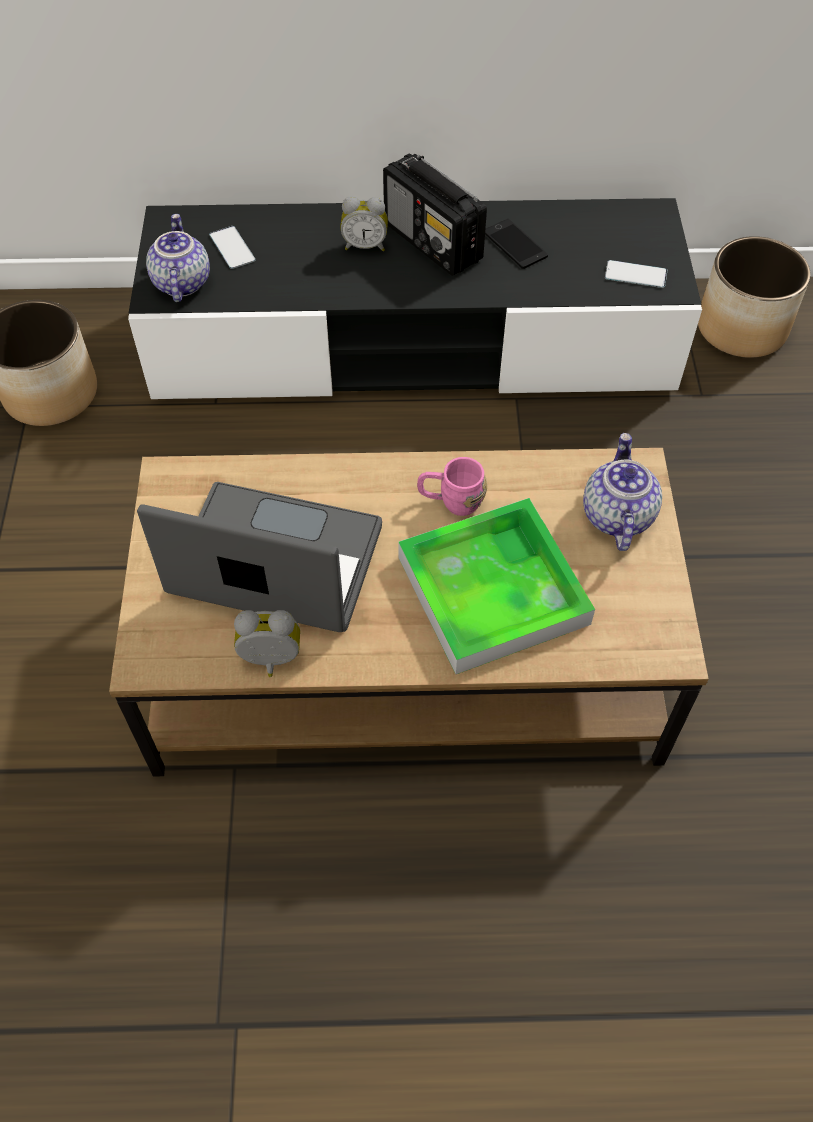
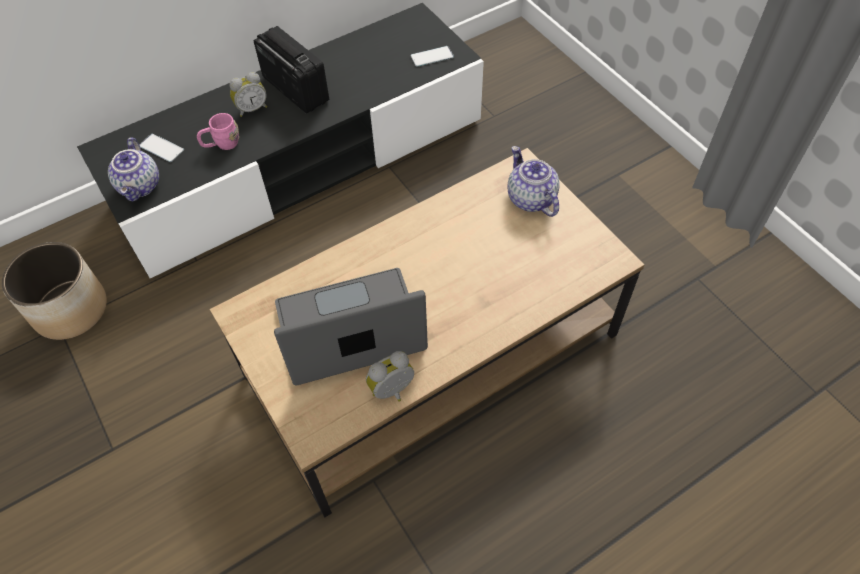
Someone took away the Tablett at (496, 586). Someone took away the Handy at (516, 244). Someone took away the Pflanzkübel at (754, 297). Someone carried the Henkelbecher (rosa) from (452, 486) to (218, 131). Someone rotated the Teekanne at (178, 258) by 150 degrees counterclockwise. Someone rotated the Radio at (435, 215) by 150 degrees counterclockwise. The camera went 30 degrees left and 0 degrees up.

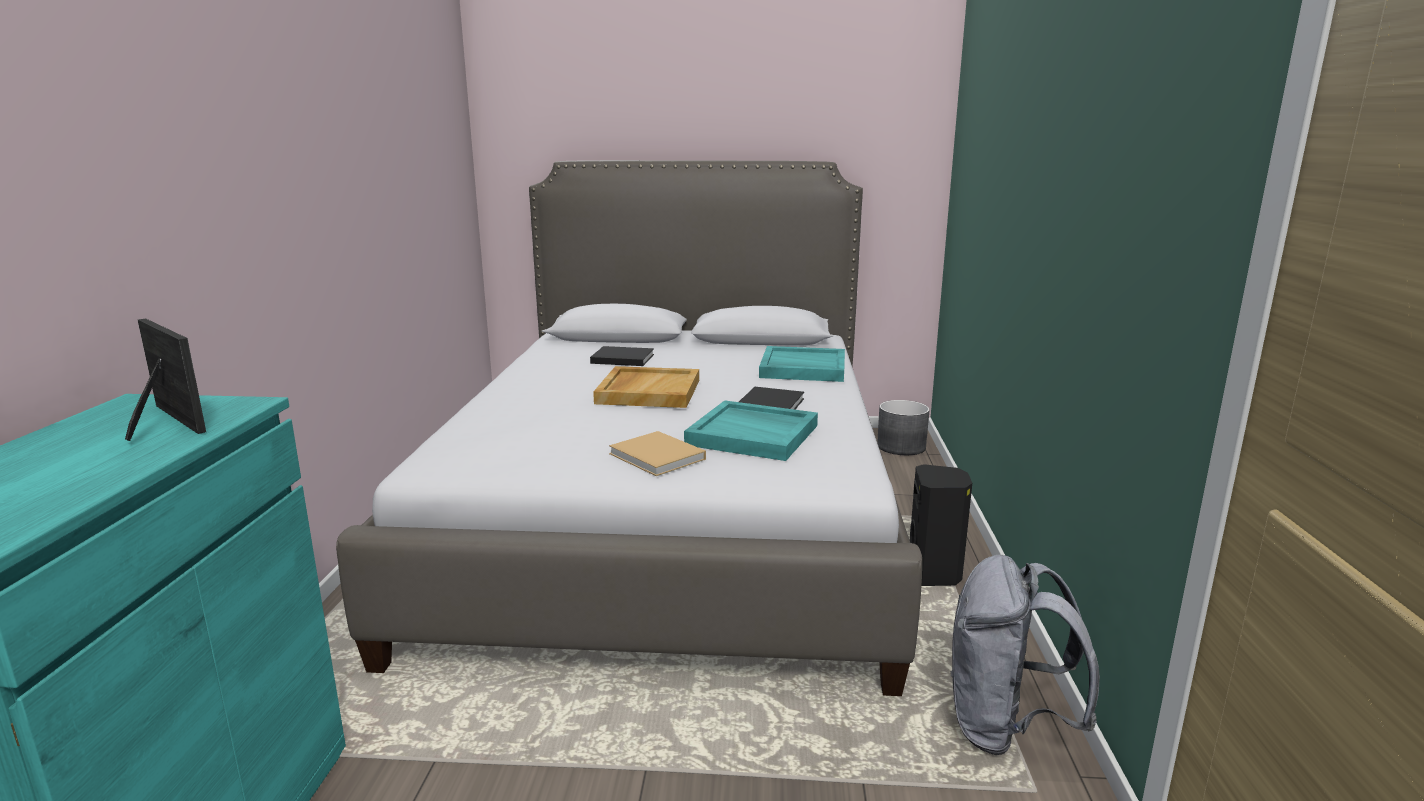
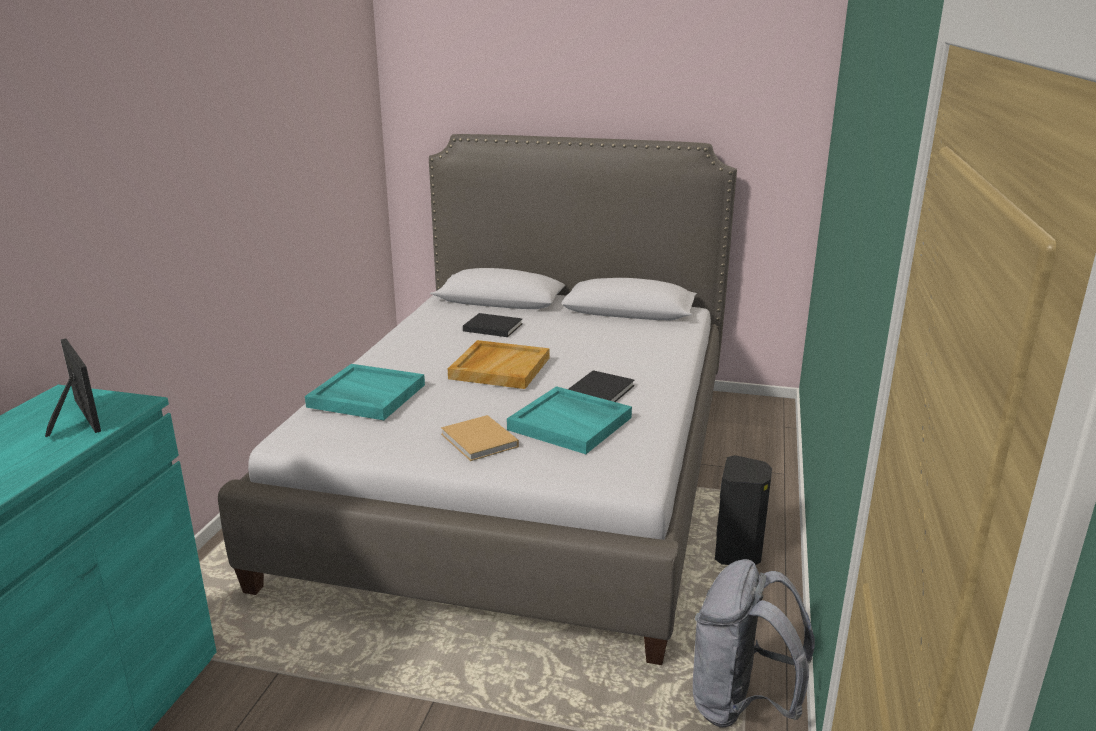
Someone took away the Pflanzkübel (grau) at (903, 427). Someone carried the Tablett (türkis) from (802, 364) to (365, 392). The camera went 10 degrees right and 5 degrees up.

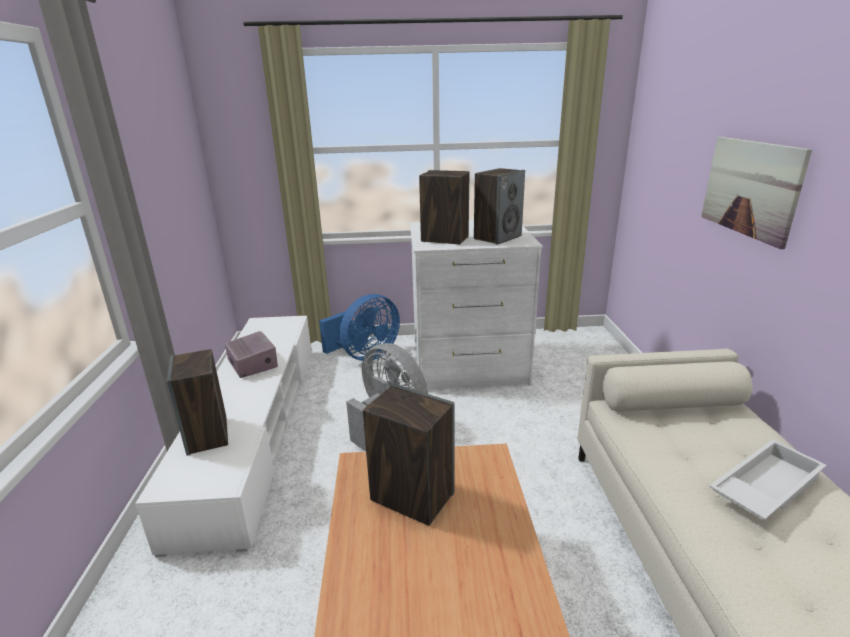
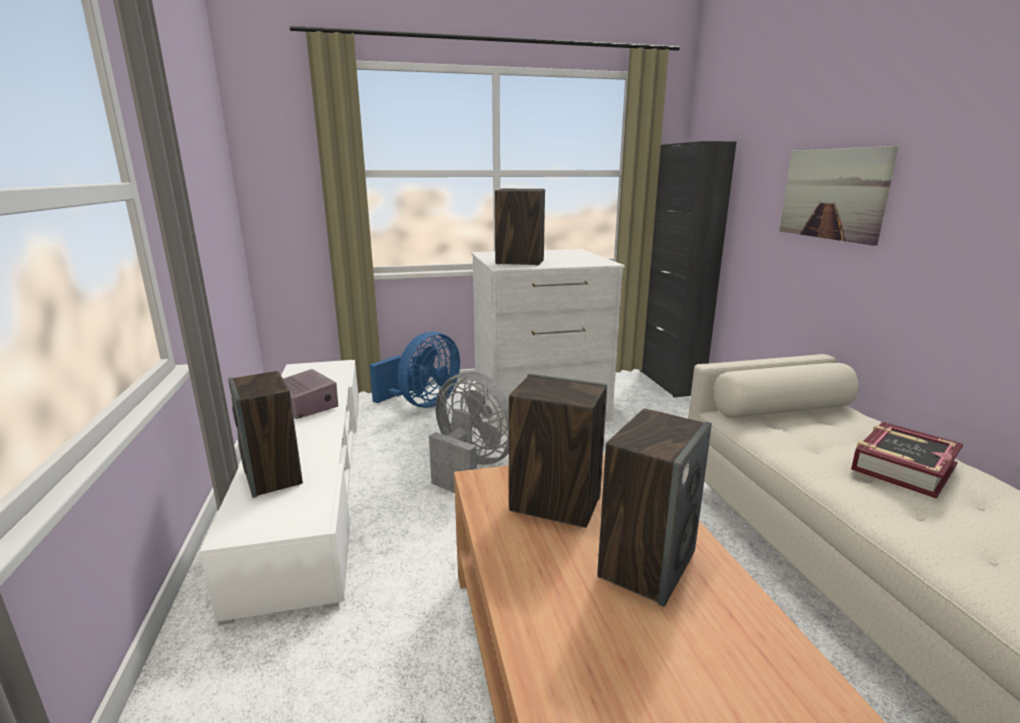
Someone put down the Schrank (schwarz) at (688, 269). Someone carried the Lautsprecher from (499, 206) to (654, 507). Someone swapped the Tablett (weiß) at (768, 479) for the Buch at (907, 460). The camera went 10 degrees left and 5 degrees down.

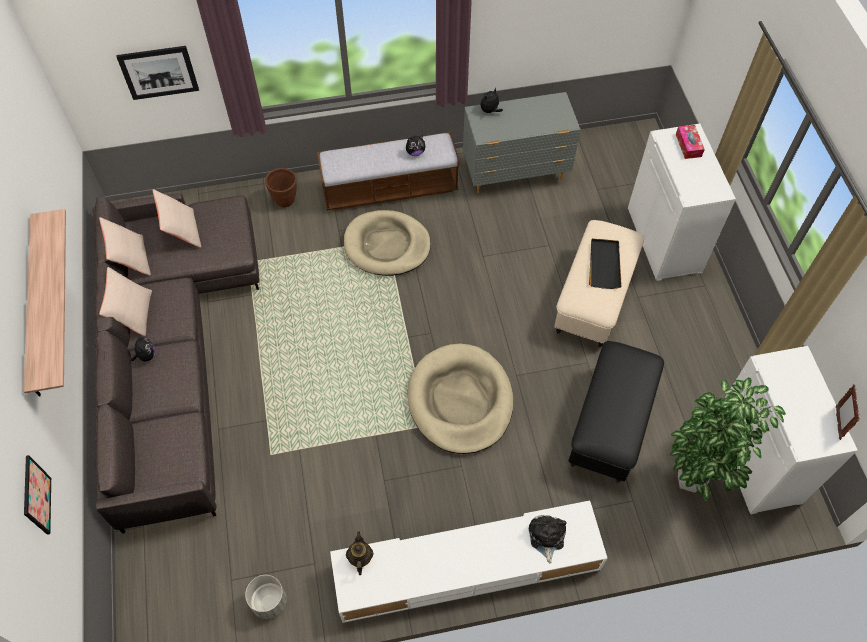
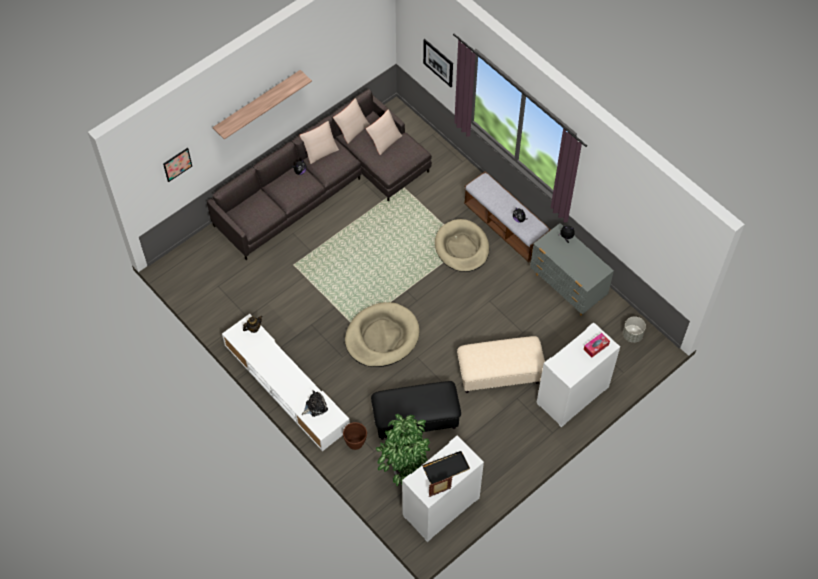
Someone carried the Pflanzkübel (grau) from (265, 597) to (634, 329). Someone carried the Pflanzkübel (braun) from (281, 187) to (355, 436). Someone carried the Tablett (schwarz) from (605, 264) to (446, 467). The camera went 60 degrees right and 0 degrees up.

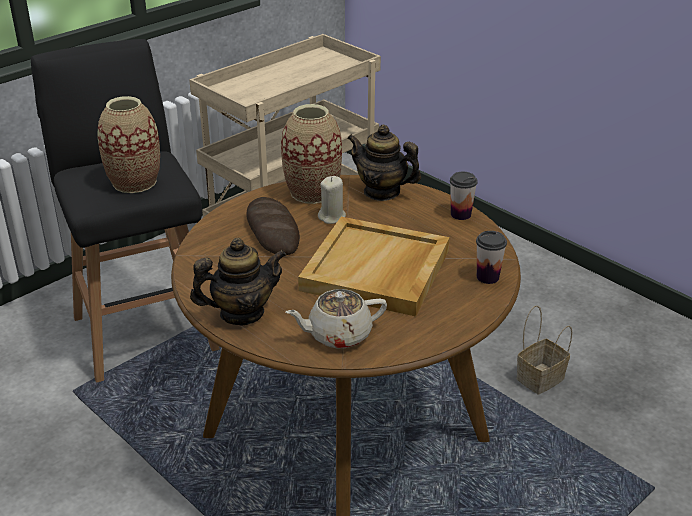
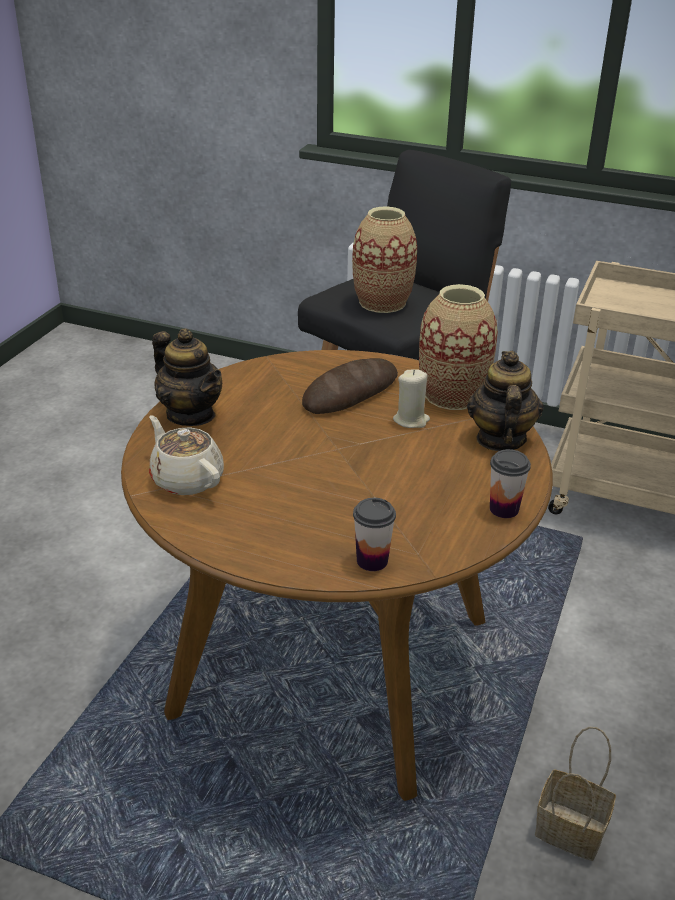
Someone took away the Tablett (beige) at (374, 267). The camera went 65 degrees right and 0 degrees up.

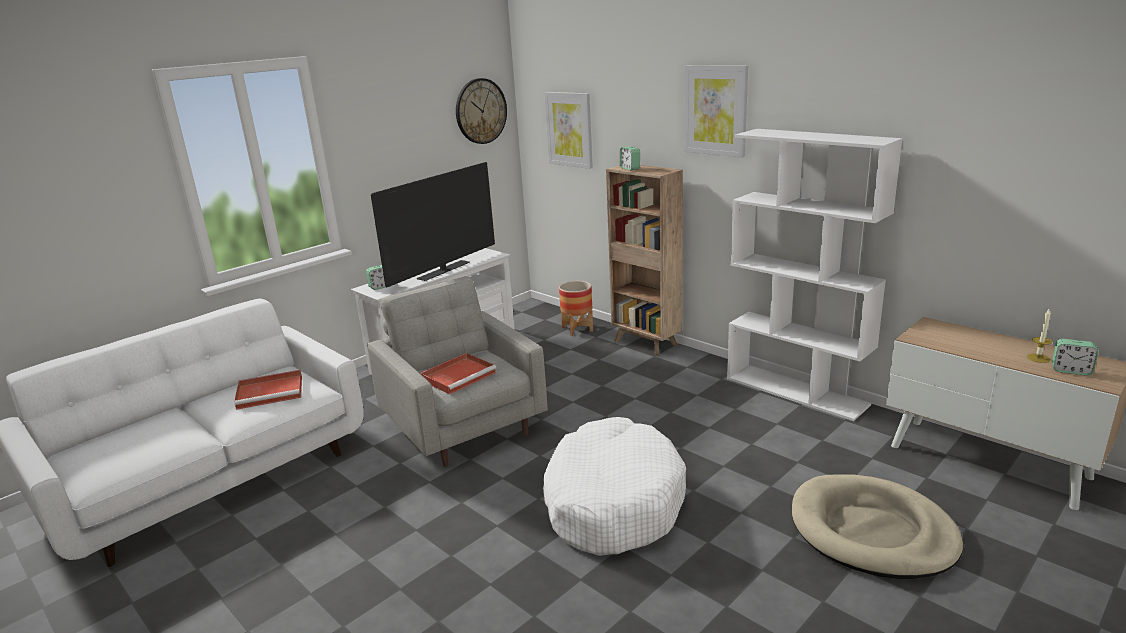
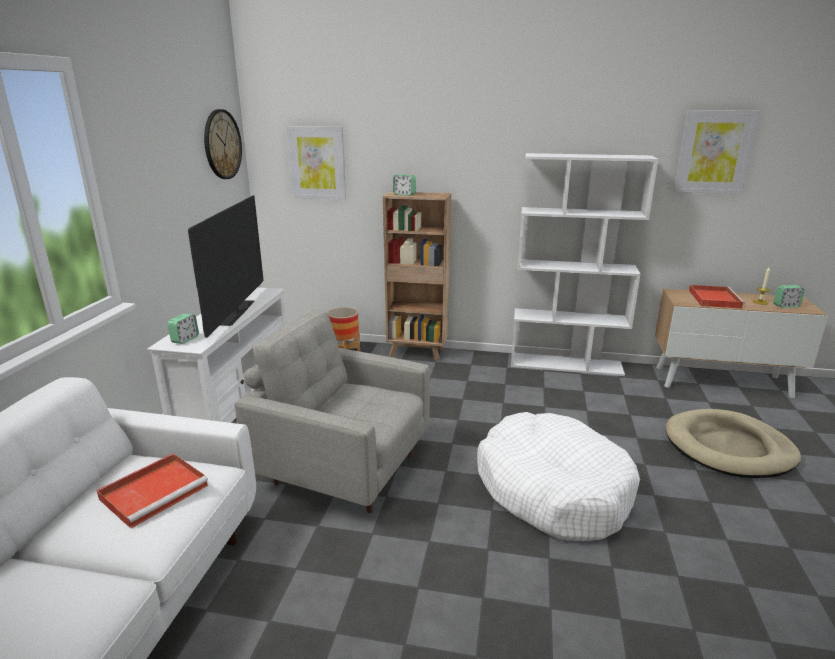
Someone carried the Tablett (rot) from (458, 374) to (717, 297). Someone carried the Bild from (716, 111) to (716, 152). The camera went 35 degrees left and 0 degrees up.

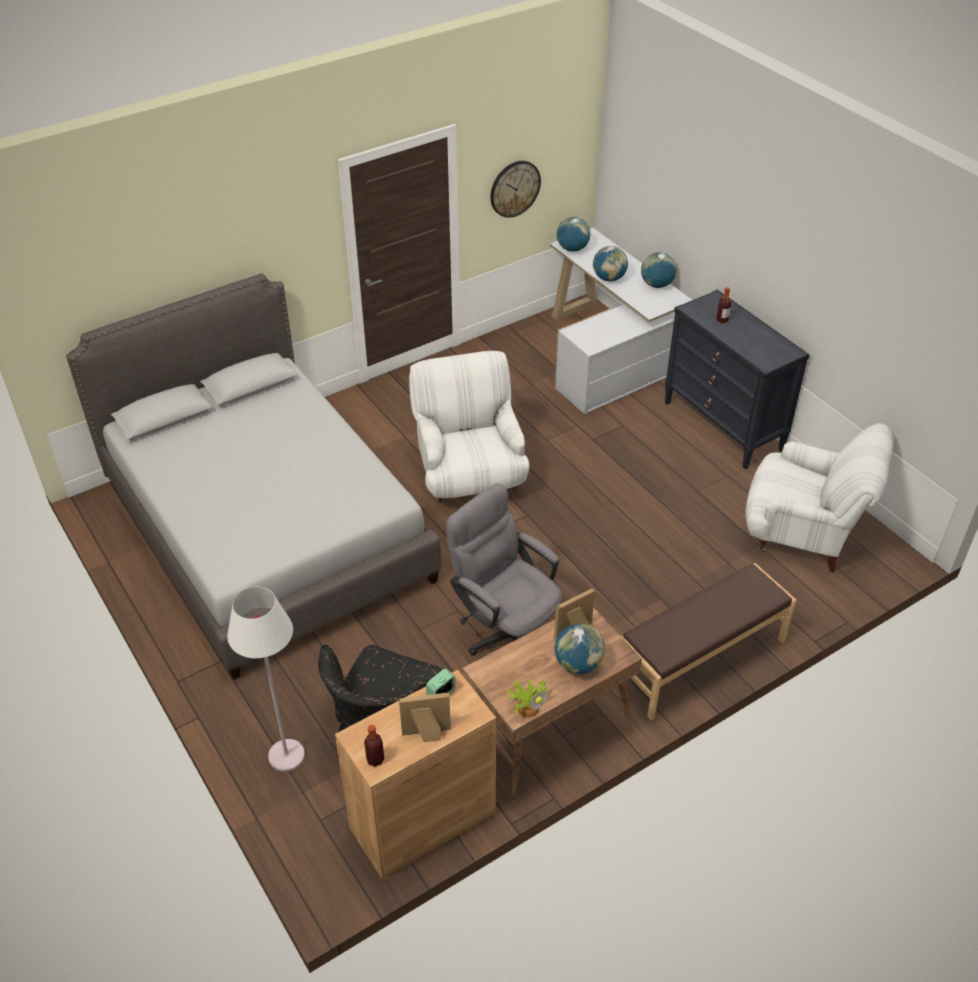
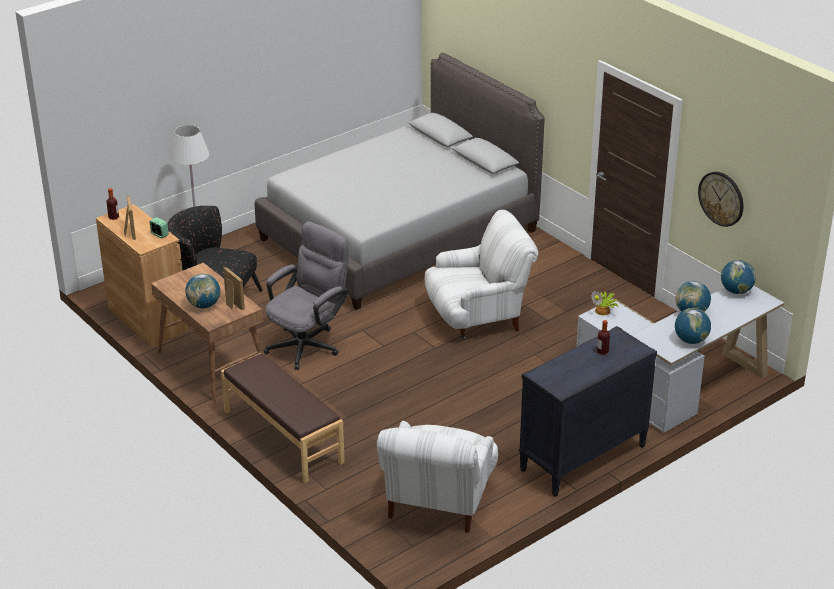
Someone carried the Topfpflanze from (526, 699) to (605, 303). The camera went 85 degrees right and 10 degrees down.

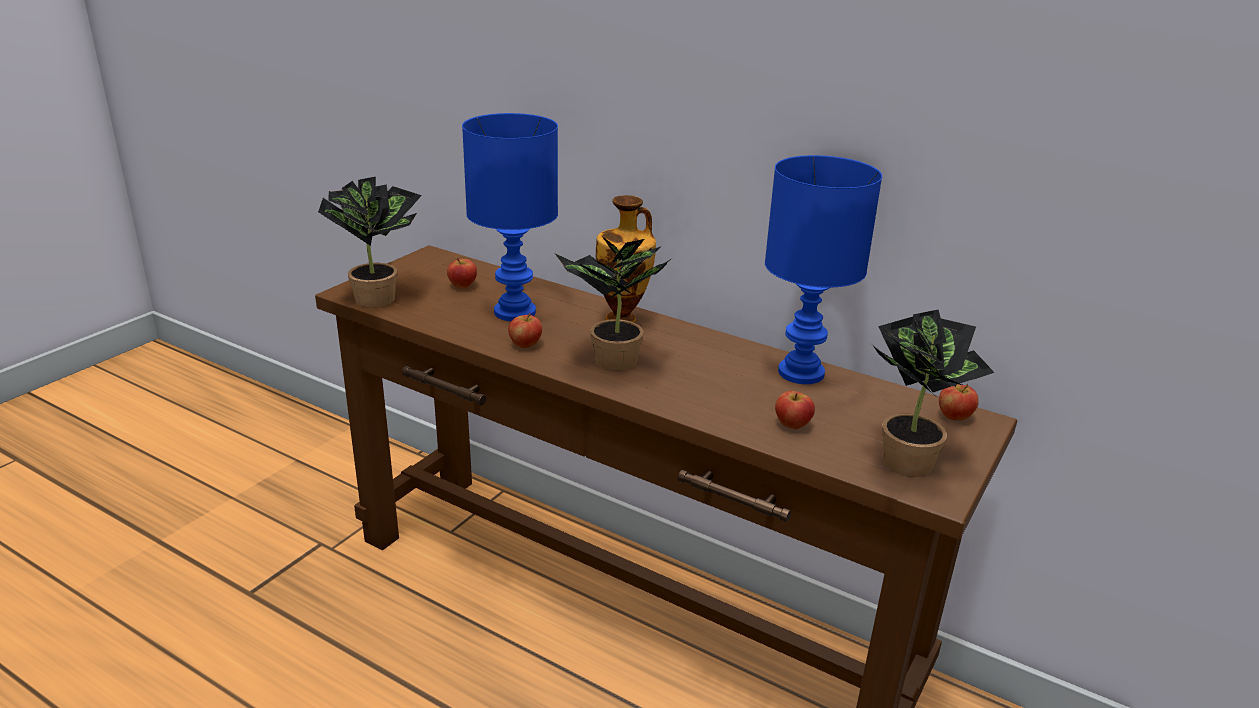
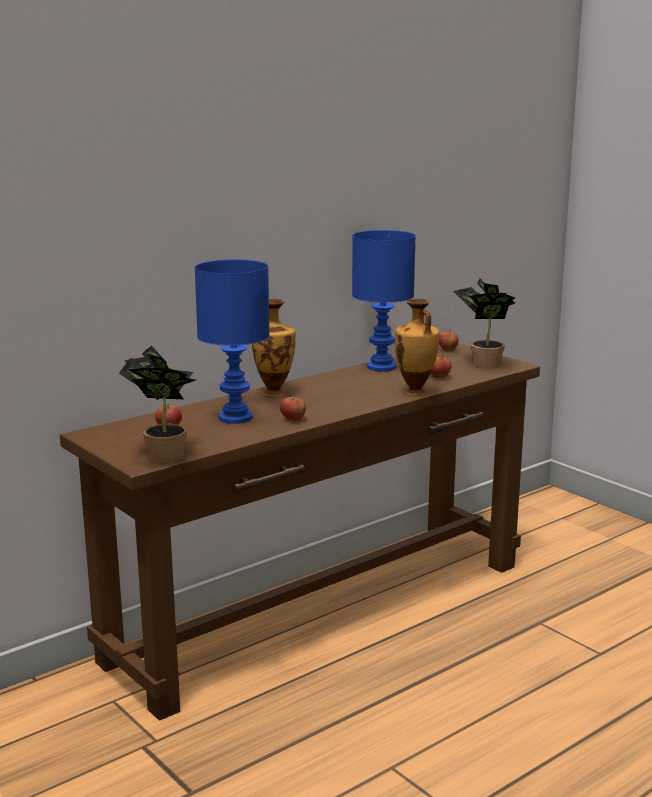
Someone took away the Topfpflanze at (613, 303). Someone put down the Vase at (417, 347). The camera went 70 degrees left and 10 degrees down.

